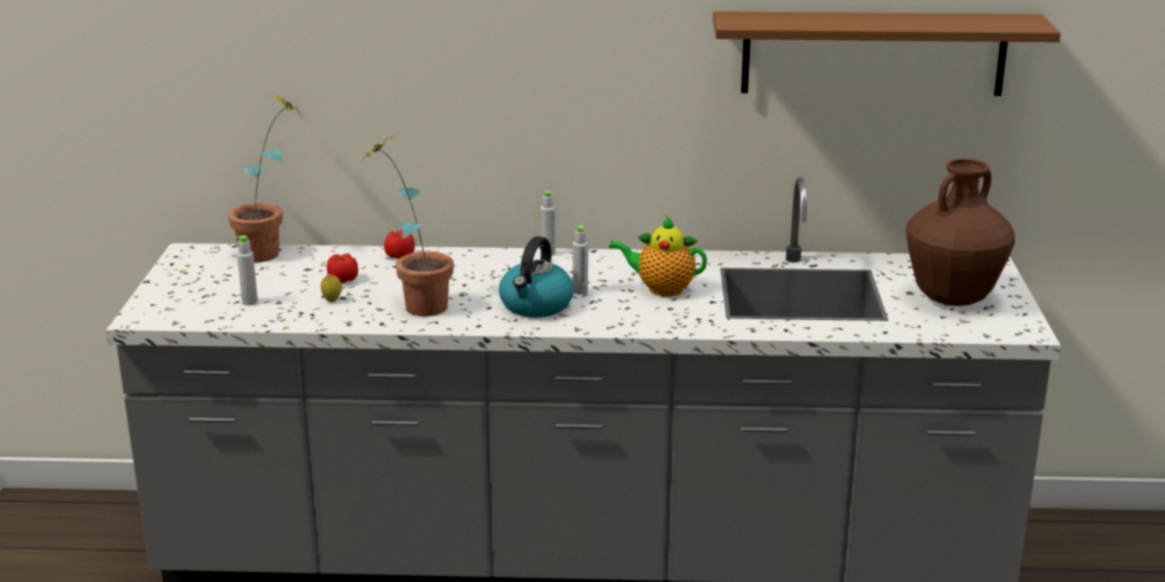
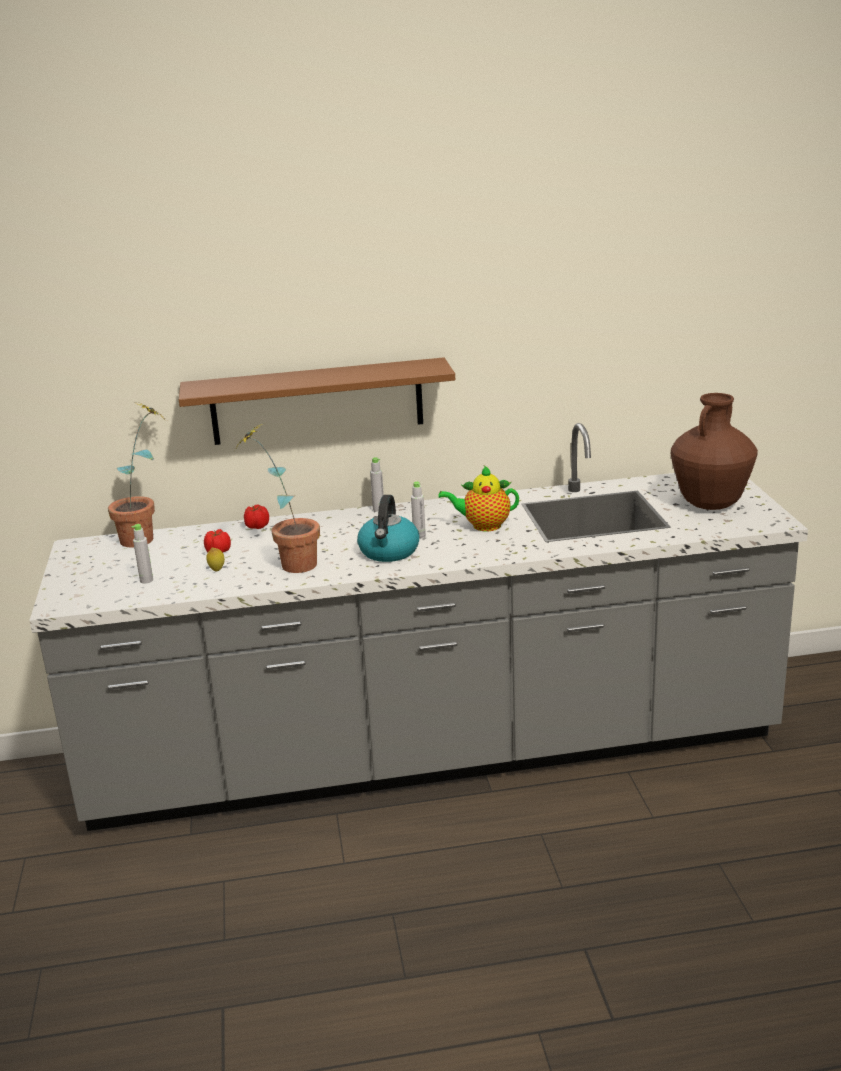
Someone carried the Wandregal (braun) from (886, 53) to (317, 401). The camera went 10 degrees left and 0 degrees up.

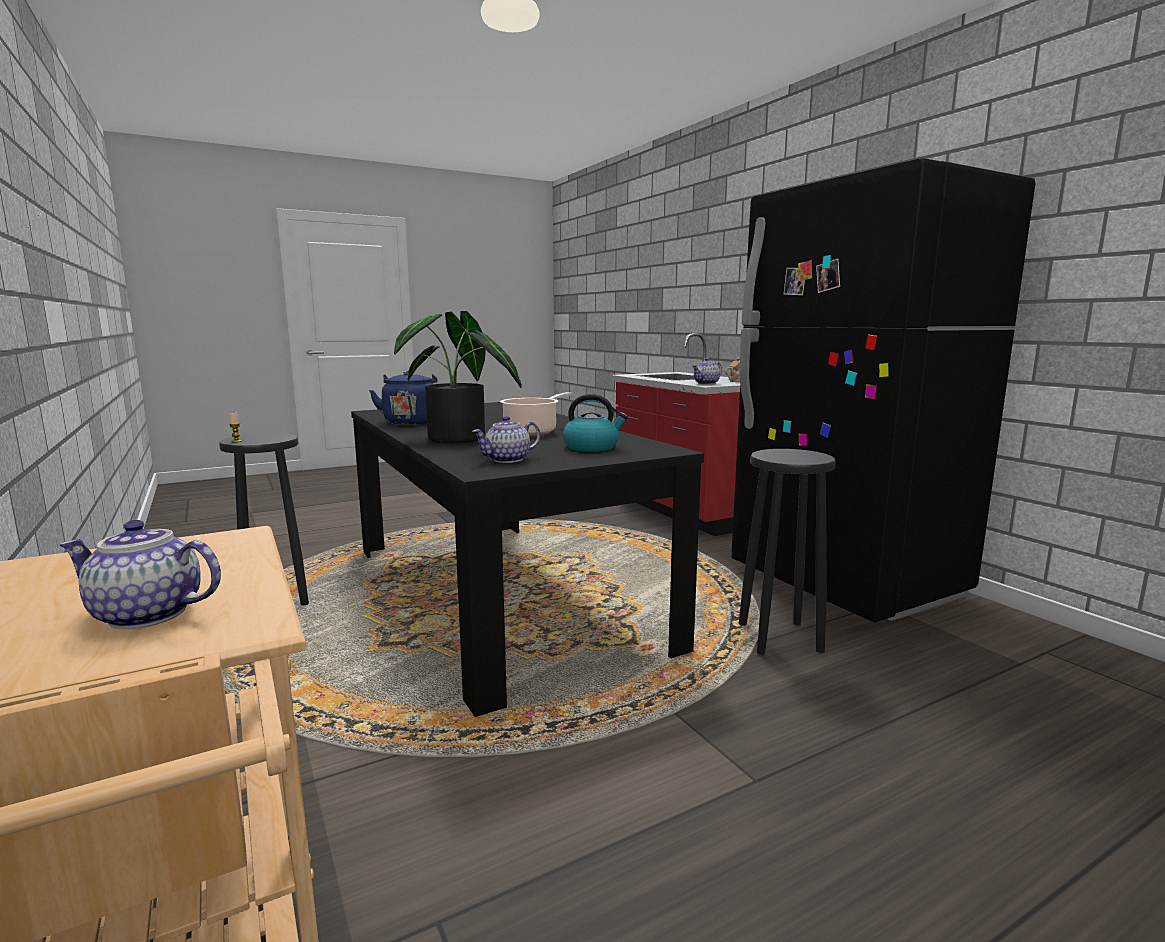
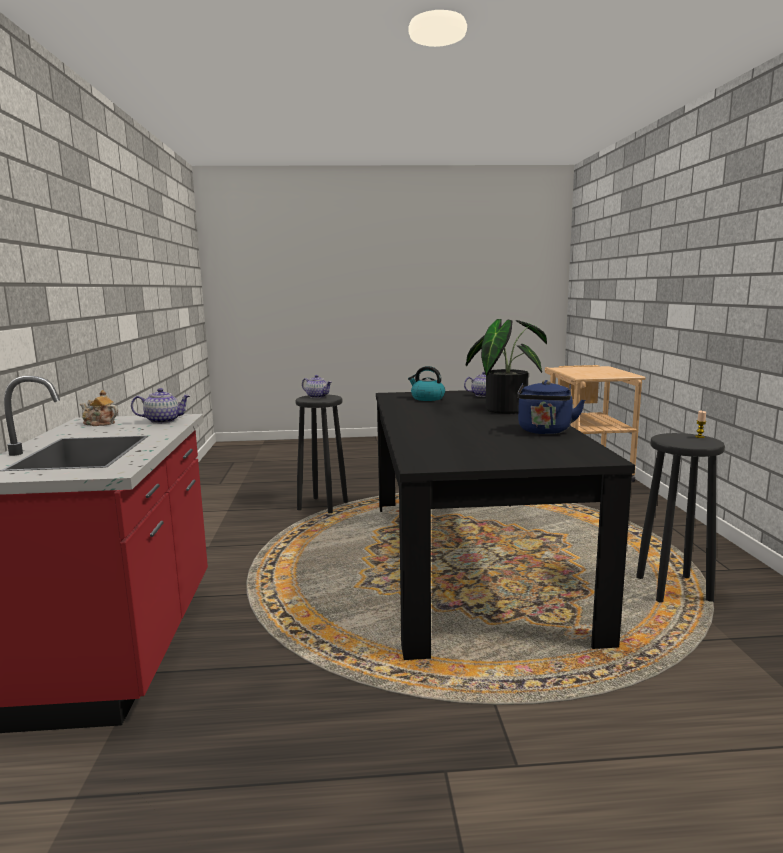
Someone took away the Kochtopf at (536, 413). Someone took away the Kühlschrank (schwarz) at (883, 390). Someone carried the Teekanne from (140, 575) to (317, 386). The camera went 155 degrees left and 0 degrees up.

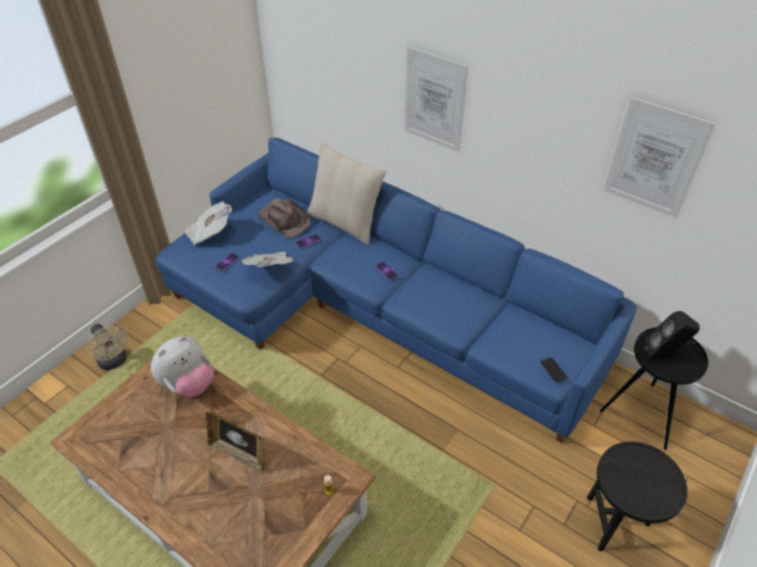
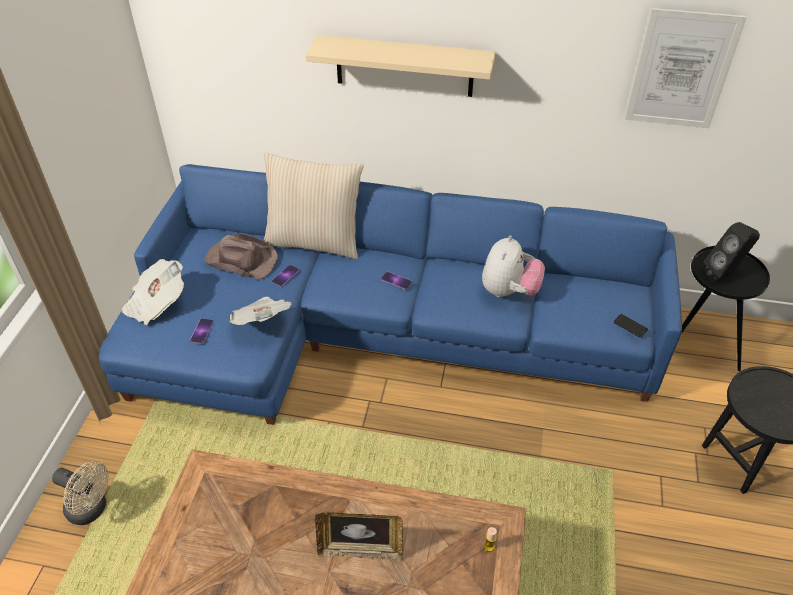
Someone carried the Plüschtier from (182, 366) to (513, 266). Someone swapped the Bild at (436, 99) for the Wandregal (beige) at (400, 66). The camera went 25 degrees left and 0 degrees up.

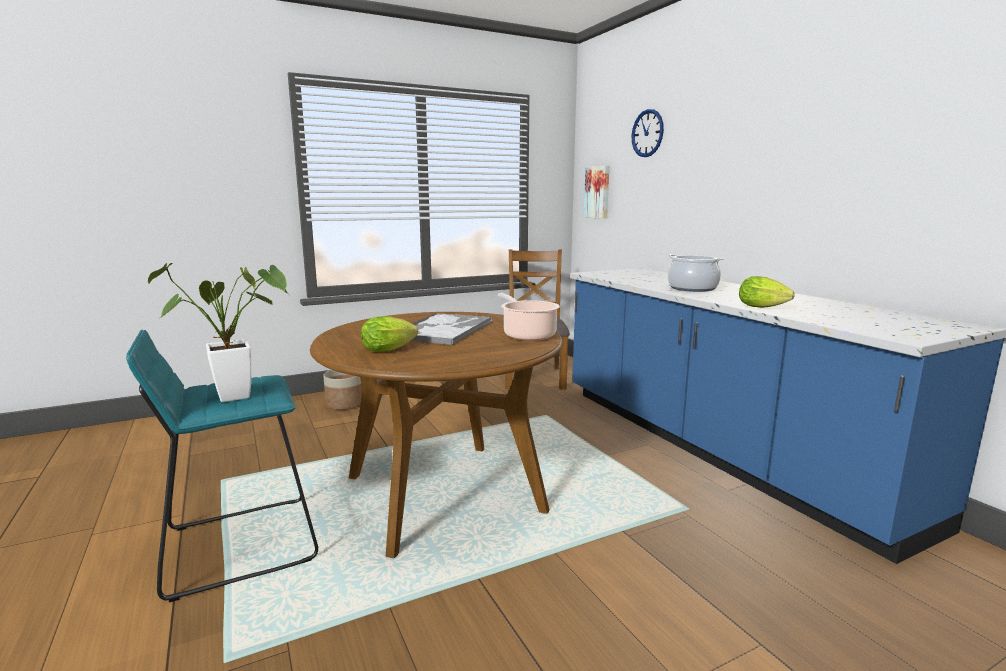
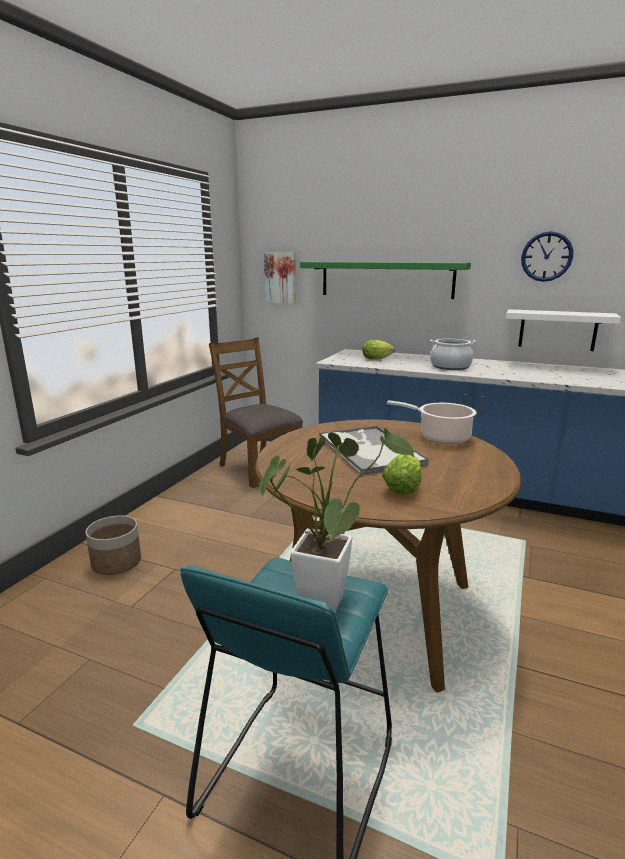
Someone put up the Wandregal (grün) at (385, 280). Someone put up the Wandregal (weiß) at (563, 330). Someone carried the Wanduhr from (648, 133) to (547, 256). Someone carried the Salatkopf from (767, 292) to (379, 350). The camera went 40 degrees left and 5 degrees up.

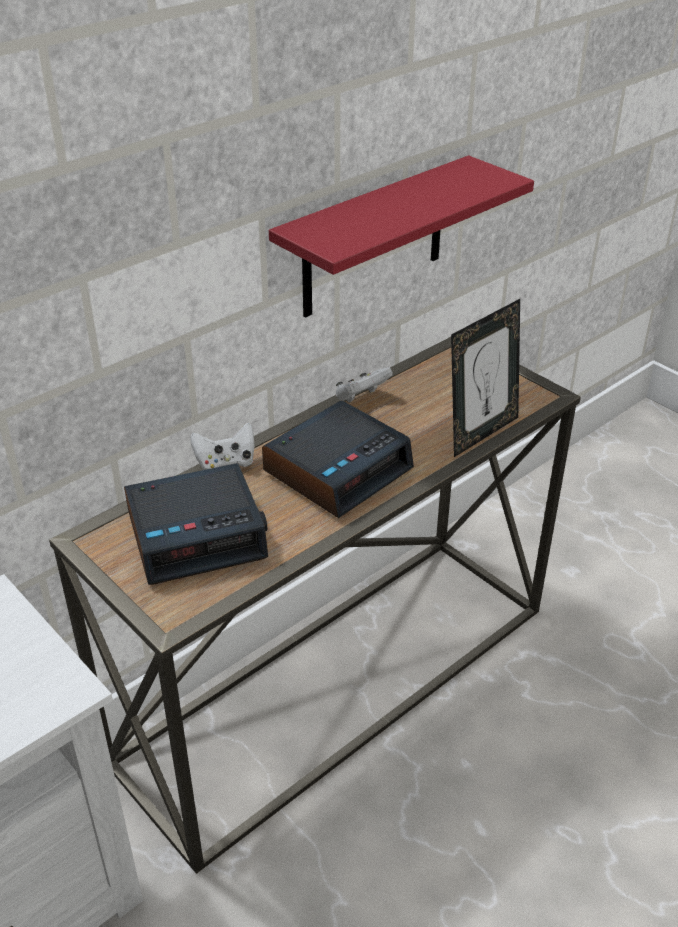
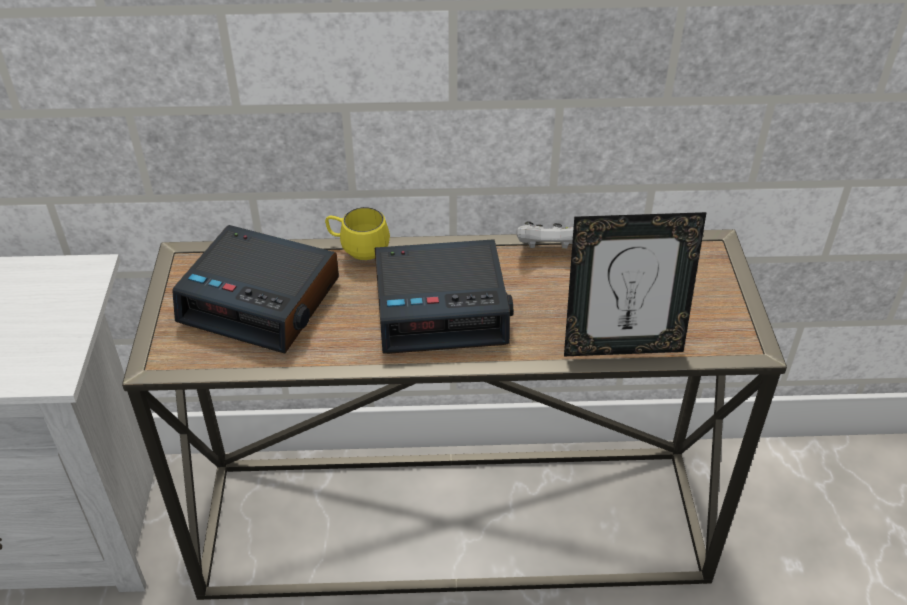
Someone took away the Wandregal (rot) at (401, 236). Someone swapped the Gamepad (weiß) at (222, 446) for the Henkelbecher (gelb) at (357, 233). The camera went 40 degrees right and 5 degrees up.

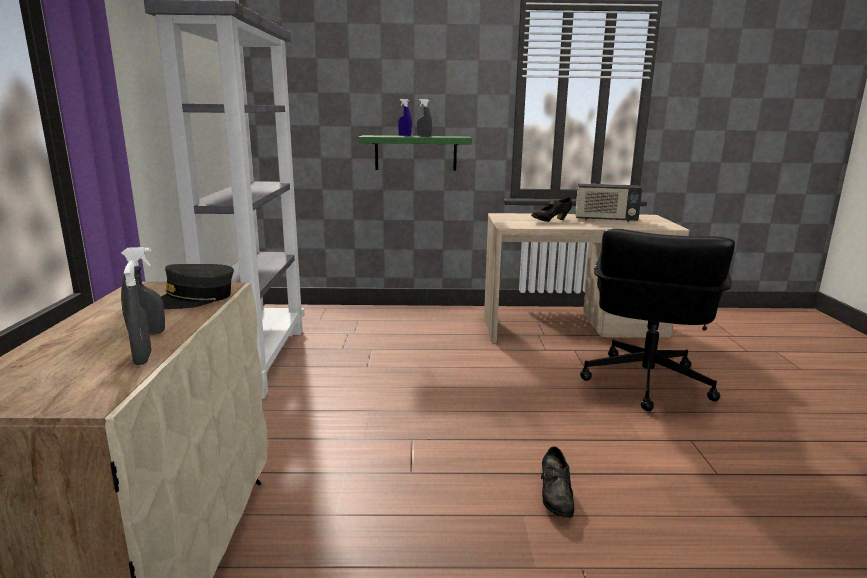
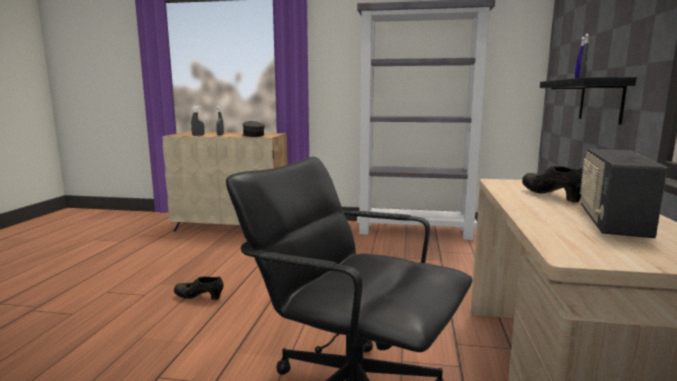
Someone repainted the Wandregal (grün) at (415, 153), which became the Wandregal (schwarz) at (588, 100). The camera went 100 degrees right and 5 degrees down.

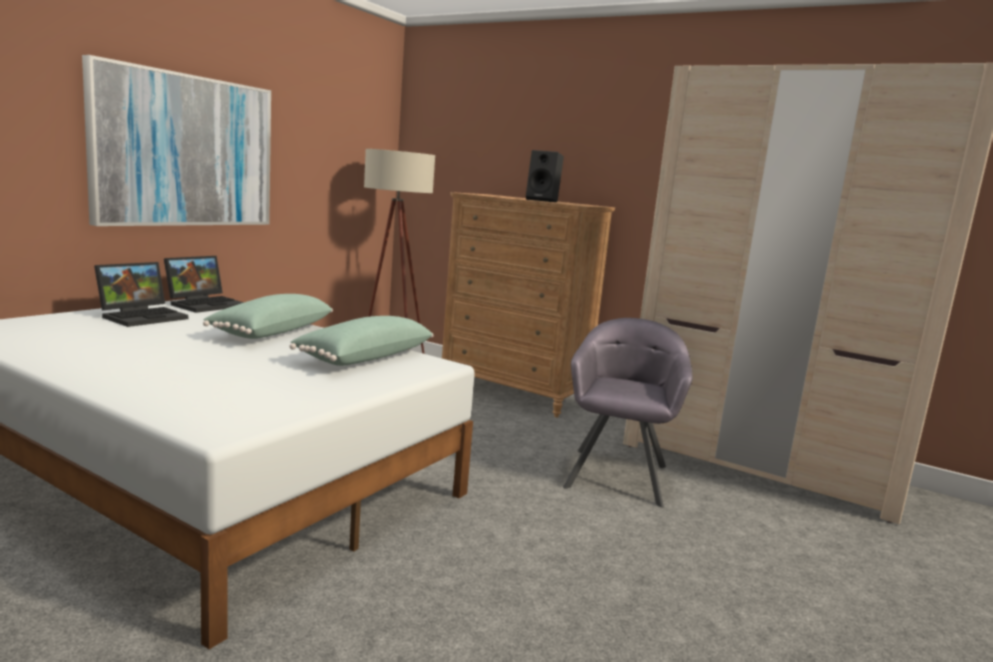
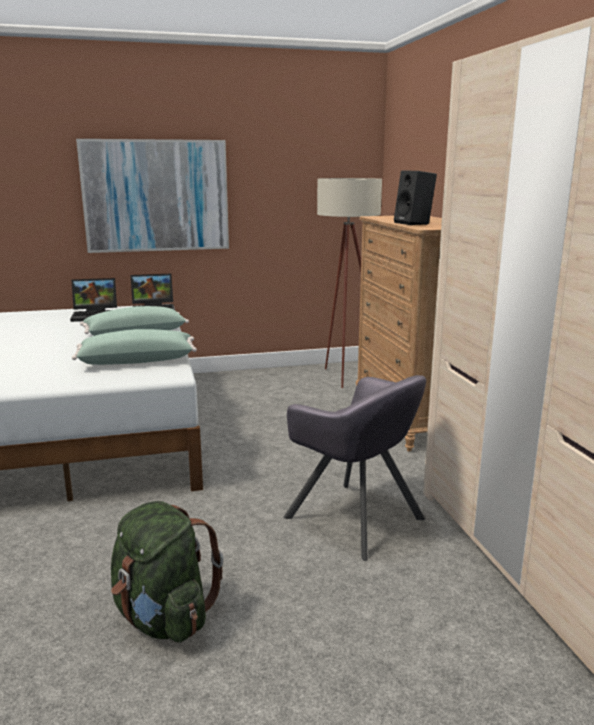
Someone put down the Rucksack (grün) at (167, 572). Someone rotated the Sessel (grau) at (628, 412) by 75 degrees clockwise. The camera went 45 degrees right and 5 degrees up.

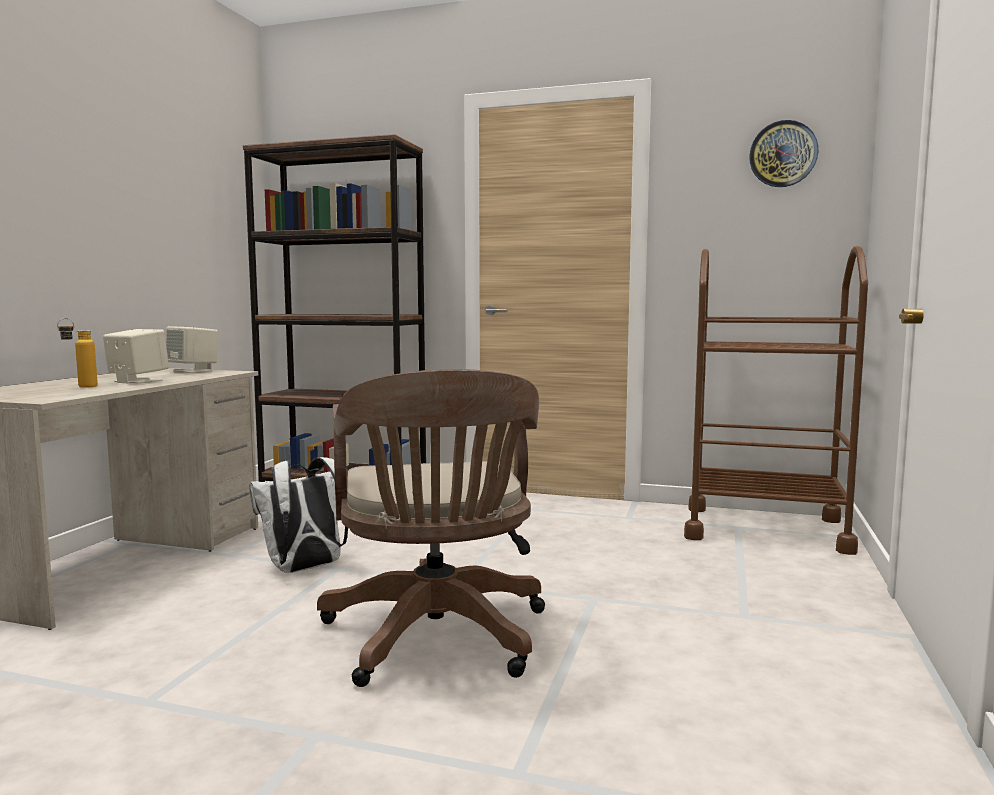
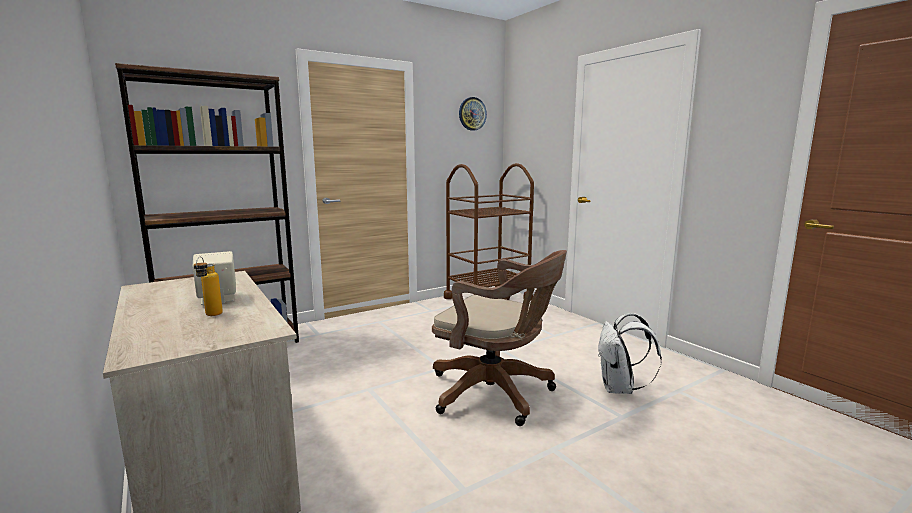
Someone took away the Lautsprecher (beige) at (192, 349). Someone carried the Rucksack (weiß) from (298, 515) to (630, 353). The camera went 50 degrees left and 5 degrees up.

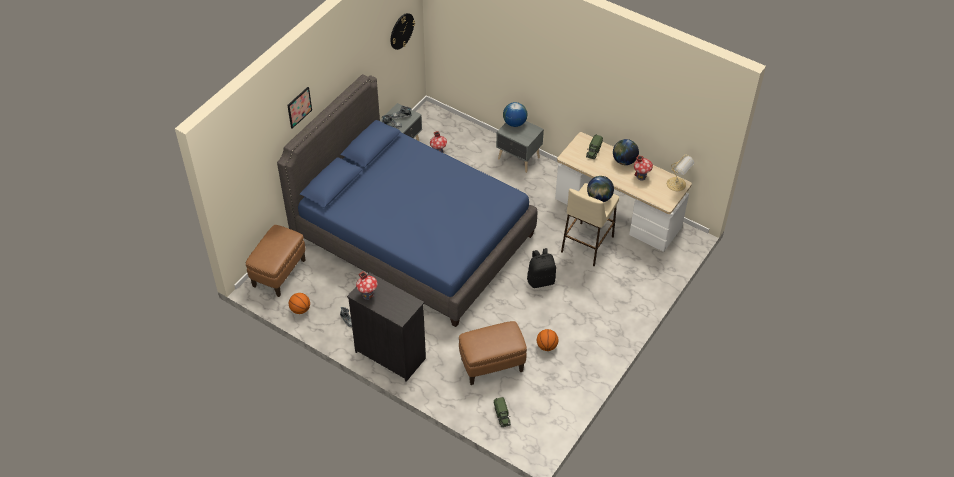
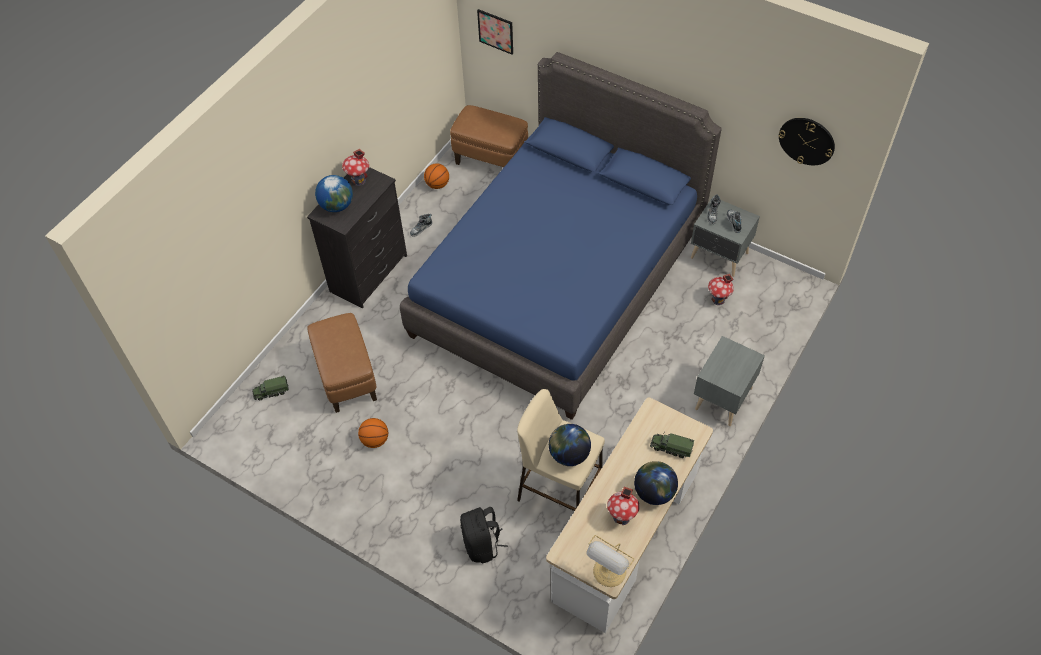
Someone carried the Bild from (299, 108) to (495, 32). Someone carried the Globus from (515, 114) to (334, 193). Someone carried the Rucksack (schwarz) from (541, 268) to (484, 535). The camera went 90 degrees right and 5 degrees up.

